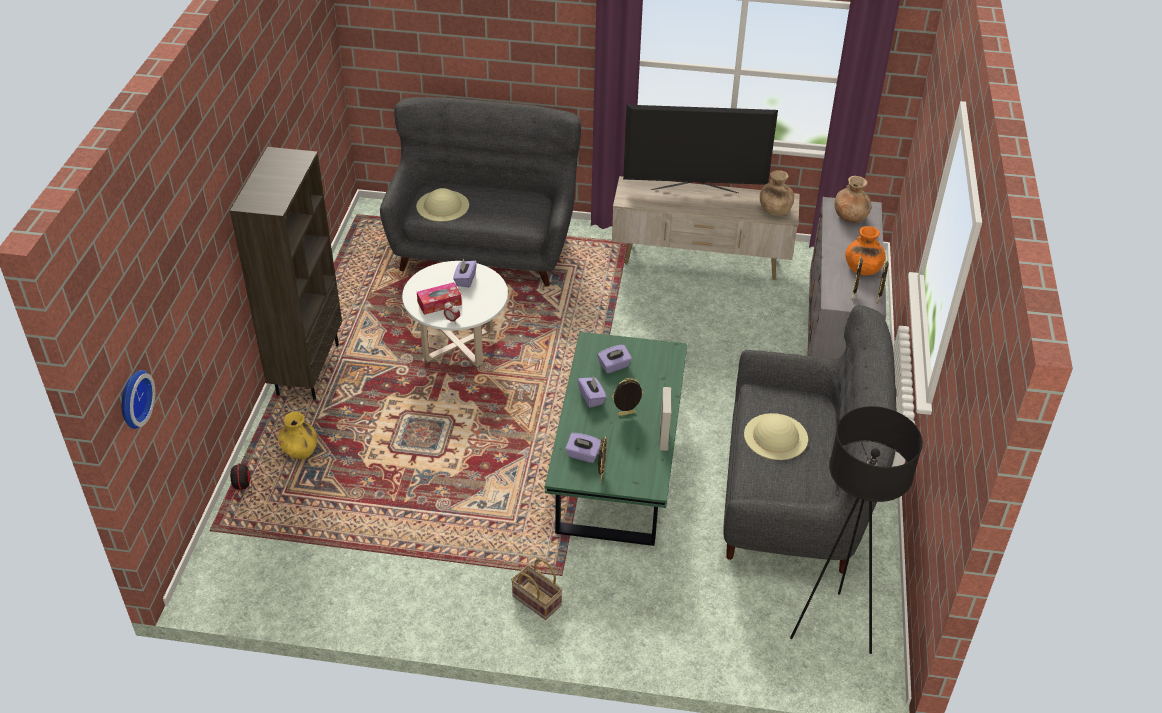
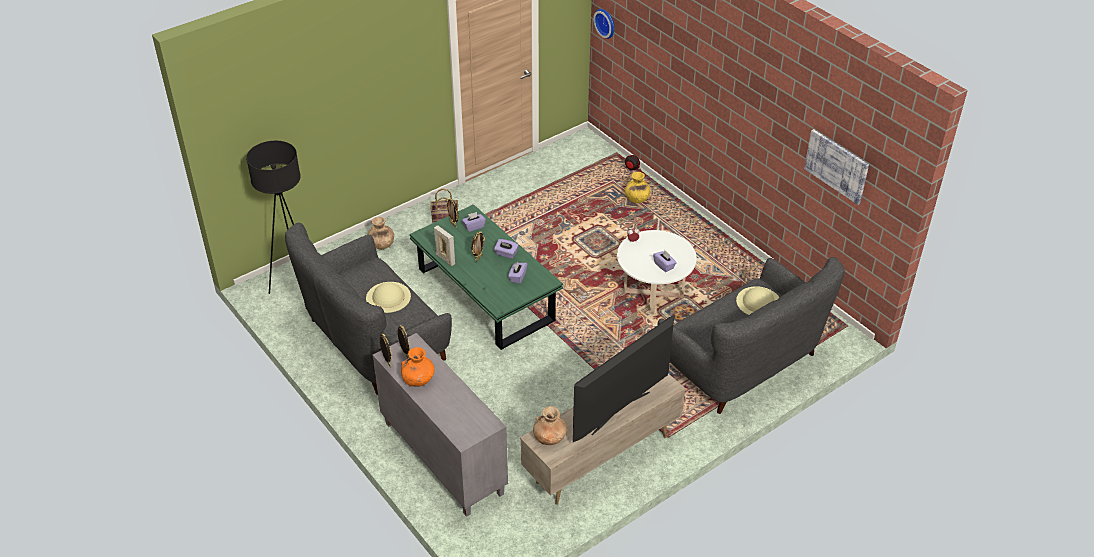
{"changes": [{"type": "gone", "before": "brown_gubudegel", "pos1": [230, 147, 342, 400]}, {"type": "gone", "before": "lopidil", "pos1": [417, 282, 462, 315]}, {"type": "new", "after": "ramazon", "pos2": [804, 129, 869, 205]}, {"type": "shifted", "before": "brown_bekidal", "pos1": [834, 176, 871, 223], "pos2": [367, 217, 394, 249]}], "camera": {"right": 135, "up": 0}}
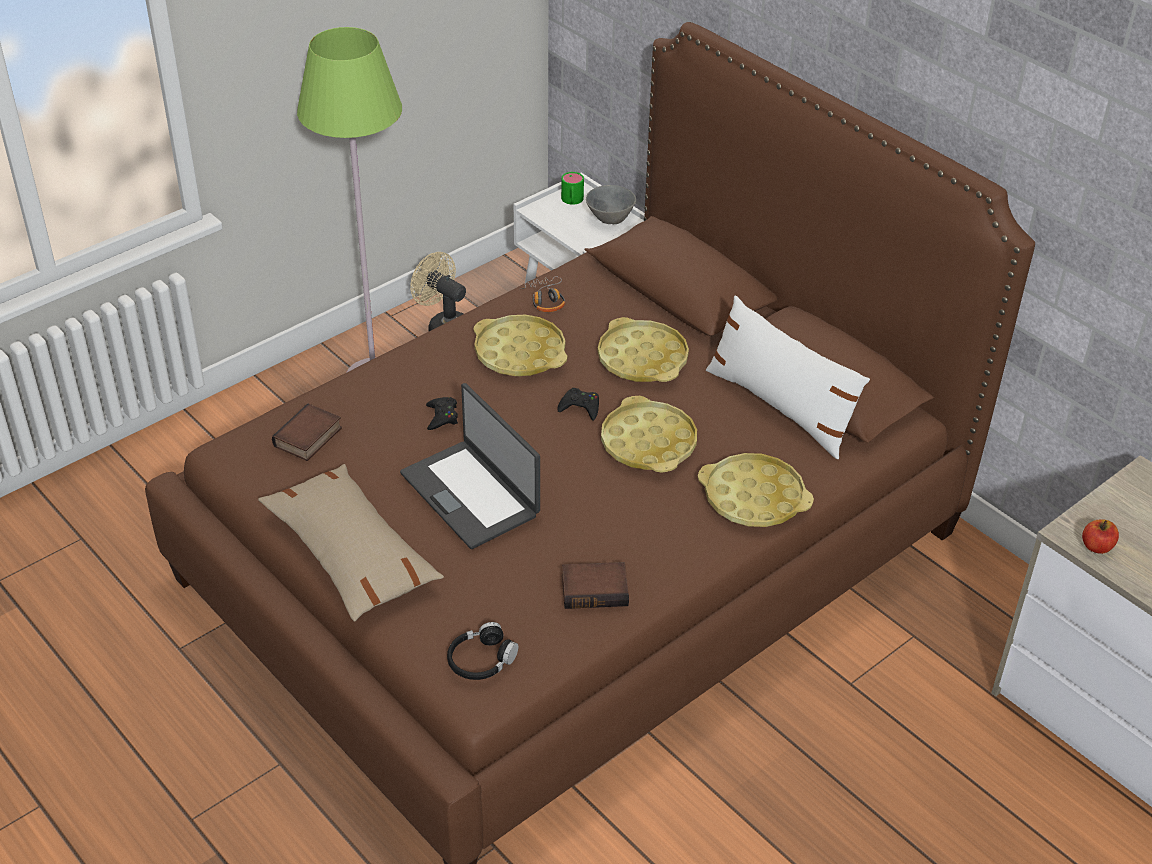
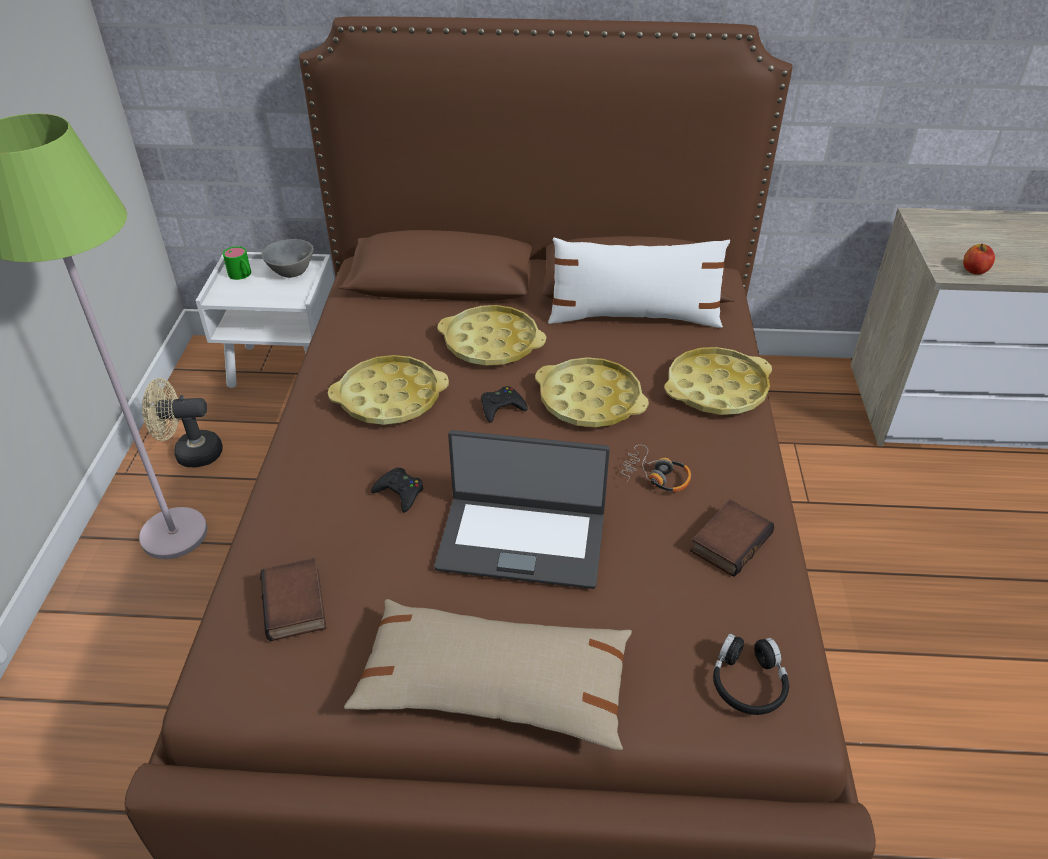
{"changes": [{"type": "shifted", "before": "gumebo", "pos1": [520, 276, 565, 312], "pos2": [621, 445, 691, 492]}], "camera": {"right": -45, "up": 0}}
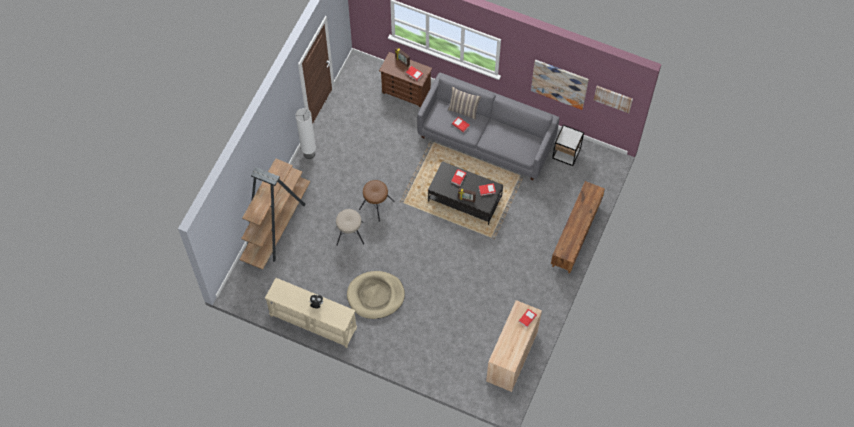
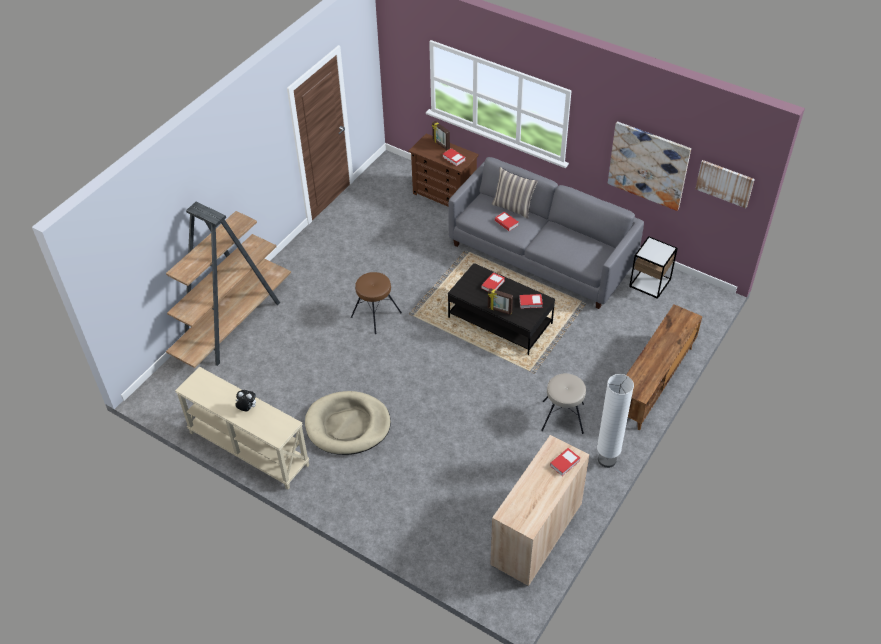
{"changes": [{"type": "shifted", "before": "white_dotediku", "pos1": [295, 108, 316, 159], "pos2": [597, 374, 634, 468]}, {"type": "shifted", "before": "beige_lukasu", "pos1": [336, 209, 364, 246], "pos2": [541, 373, 586, 434]}], "camera": {"right": 10, "up": -15}}
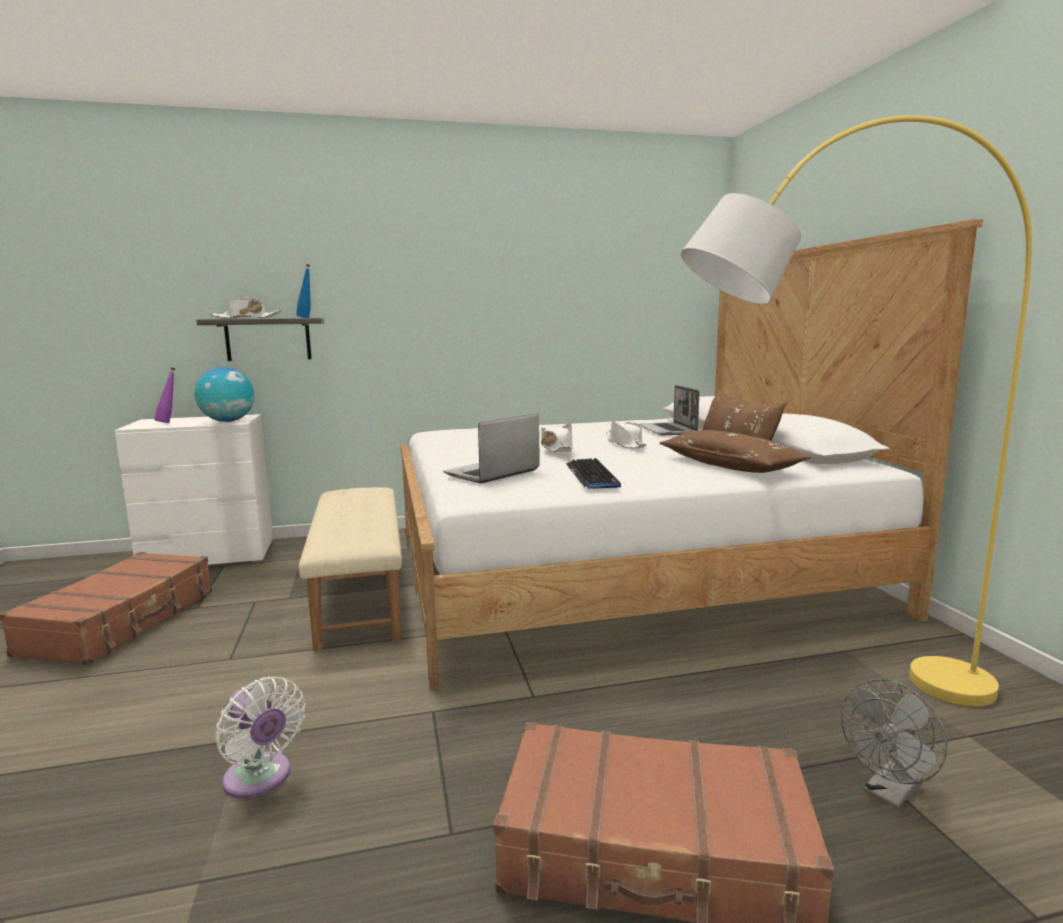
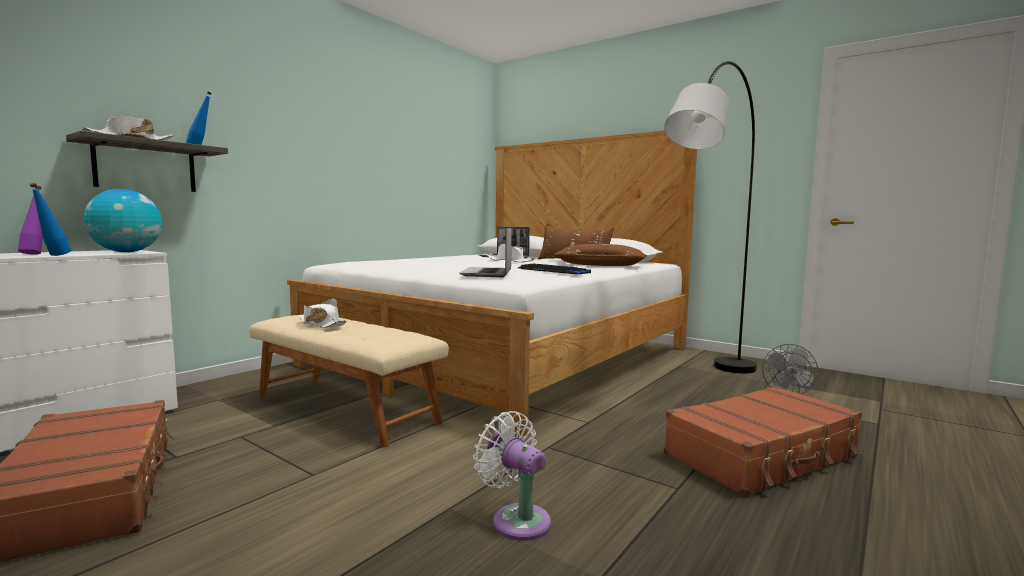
{"changes": [{"type": "new", "after": "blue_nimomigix", "pos2": [29, 183, 71, 256]}, {"type": "shifted", "before": "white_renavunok", "pos1": [541, 423, 573, 452], "pos2": [299, 299, 347, 328]}, {"type": "repainted", "before": "yellow_dotediku", "after": "grey_dotediku", "pos1": [681, 115, 1032, 706], "pos2": [664, 61, 757, 373]}, {"type": "rotated", "before": "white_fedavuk", "pos1": [215, 676, 306, 799], "pos2": [473, 411, 551, 541], "turn": -135}], "camera": {"right": -40, "up": -5}}
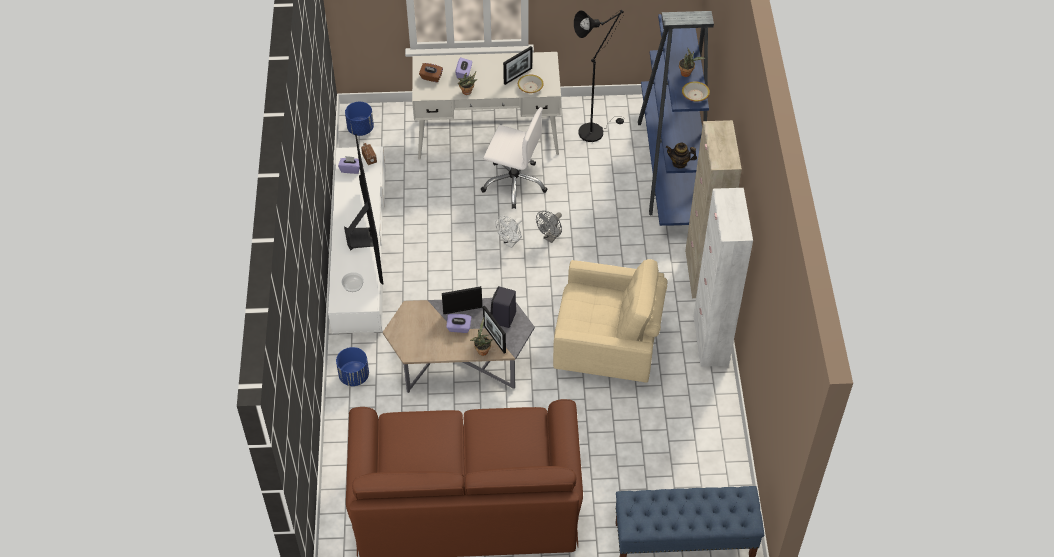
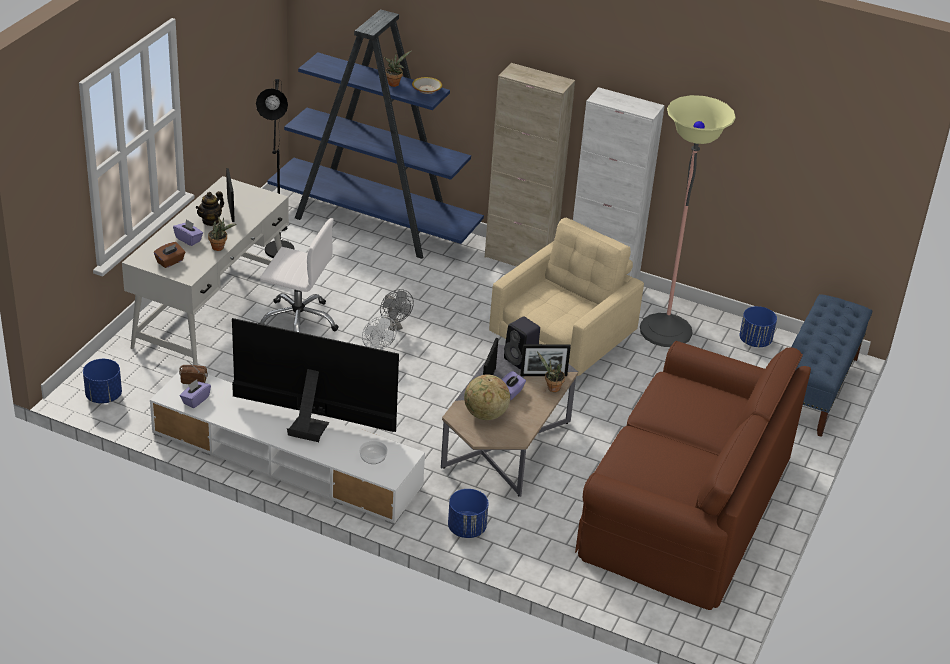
{"changes": [{"type": "gone", "before": "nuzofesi", "pos1": [518, 74, 544, 93]}, {"type": "new", "after": "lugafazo", "pos2": [464, 374, 510, 420]}, {"type": "new", "after": "dotediku", "pos2": [640, 95, 736, 347]}, {"type": "new", "after": "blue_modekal", "pos2": [740, 306, 777, 347]}, {"type": "shifted", "before": "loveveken", "pos1": [666, 142, 697, 169], "pos2": [196, 191, 224, 226]}, {"type": "rotated", "before": "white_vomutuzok", "pos1": [481, 107, 547, 209], "pos2": [258, 218, 339, 332], "turn": 60}], "camera": {"right": -65, "up": -15}}
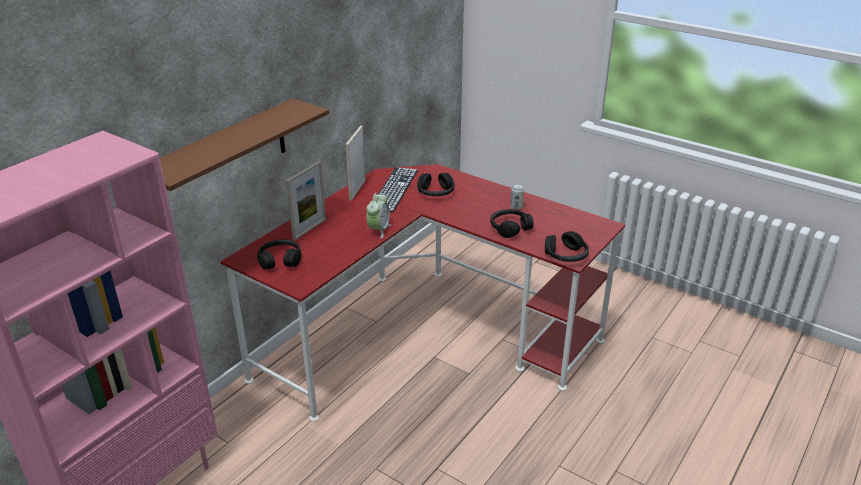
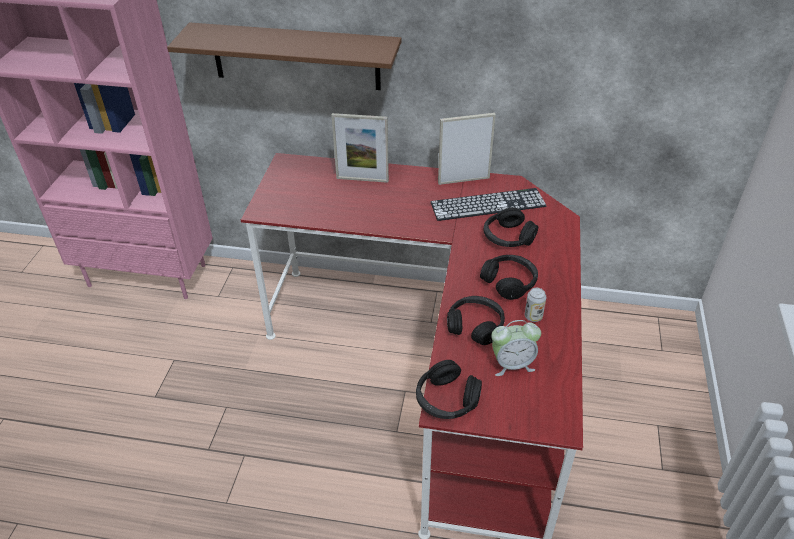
{"changes": [{"type": "shifted", "before": "black_gumebo", "pos1": [257, 239, 301, 269], "pos2": [480, 255, 538, 300]}, {"type": "shifted", "before": "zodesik", "pos1": [366, 193, 391, 239], "pos2": [491, 320, 541, 376]}], "camera": {"right": 65, "up": 10}}
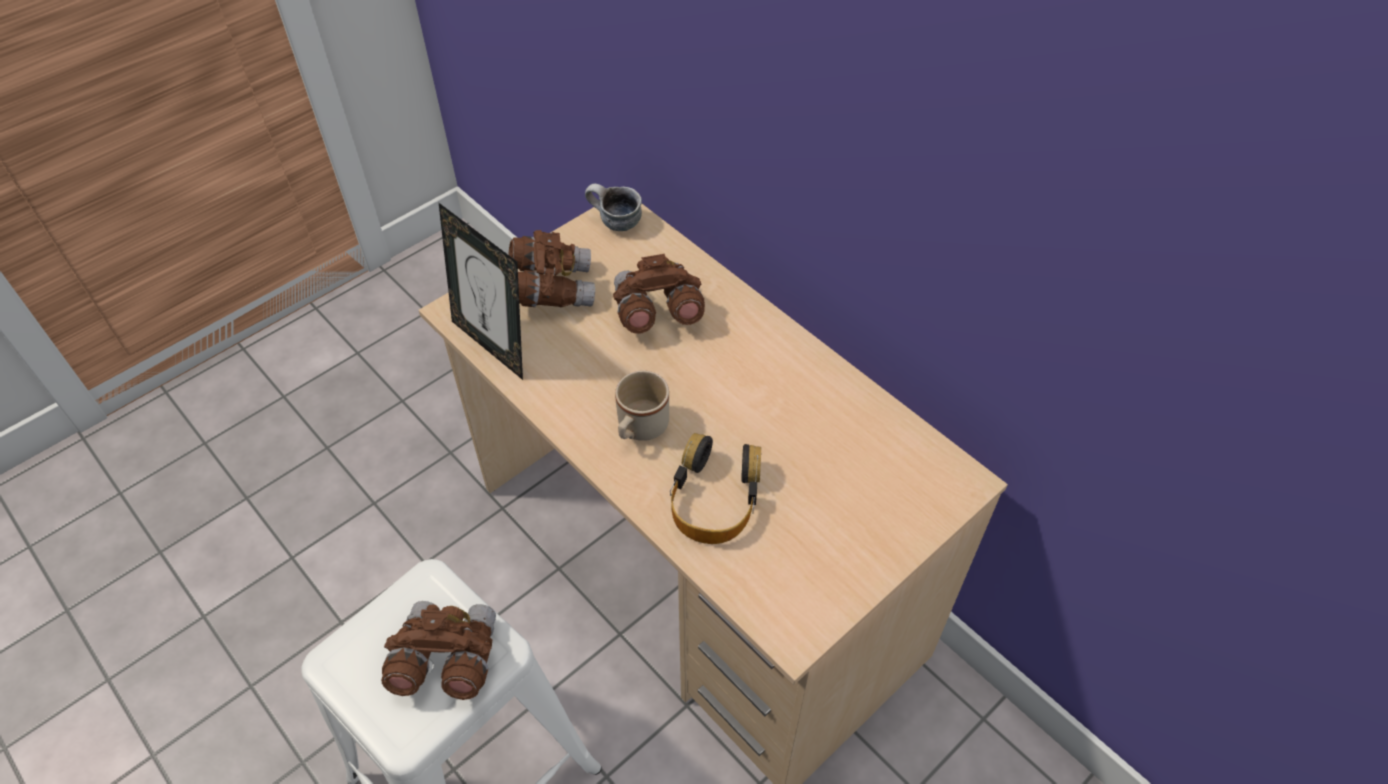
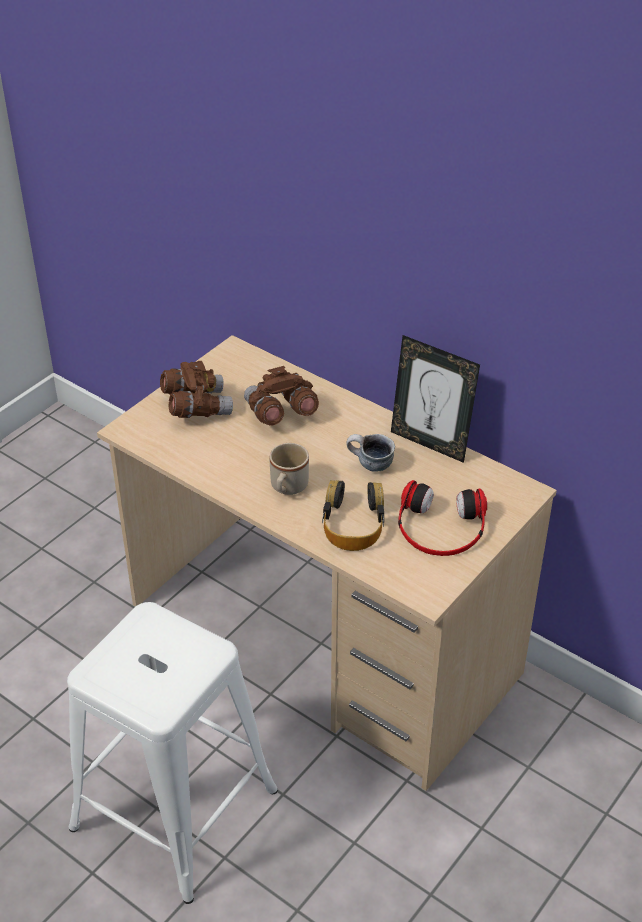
{"changes": [{"type": "gone", "before": "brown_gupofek", "pos1": [381, 601, 496, 700]}, {"type": "new", "after": "gumebo", "pos2": [398, 480, 487, 556]}, {"type": "shifted", "before": "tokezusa", "pos1": [439, 203, 523, 380], "pos2": [391, 335, 480, 463]}, {"type": "shifted", "before": "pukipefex", "pos1": [585, 184, 642, 231], "pos2": [346, 434, 395, 472]}], "camera": {"right": -10, "up": -10}}
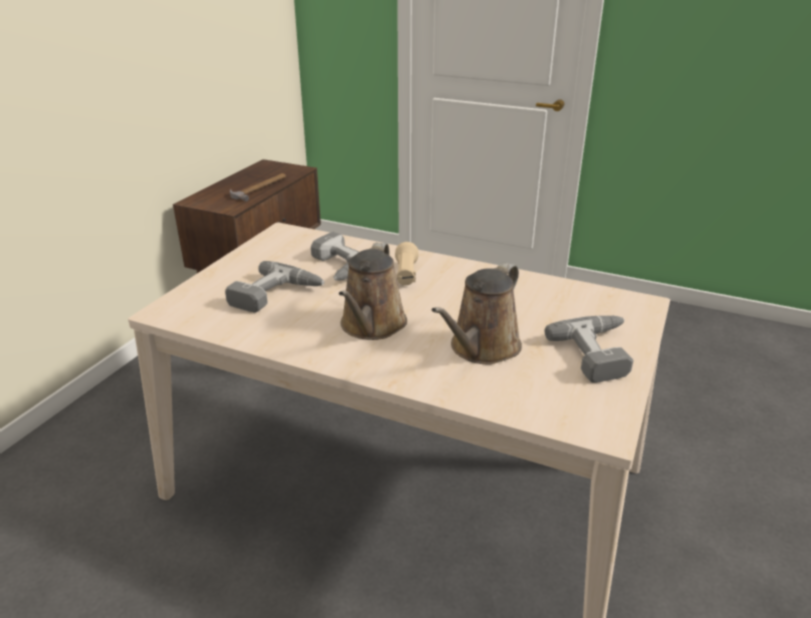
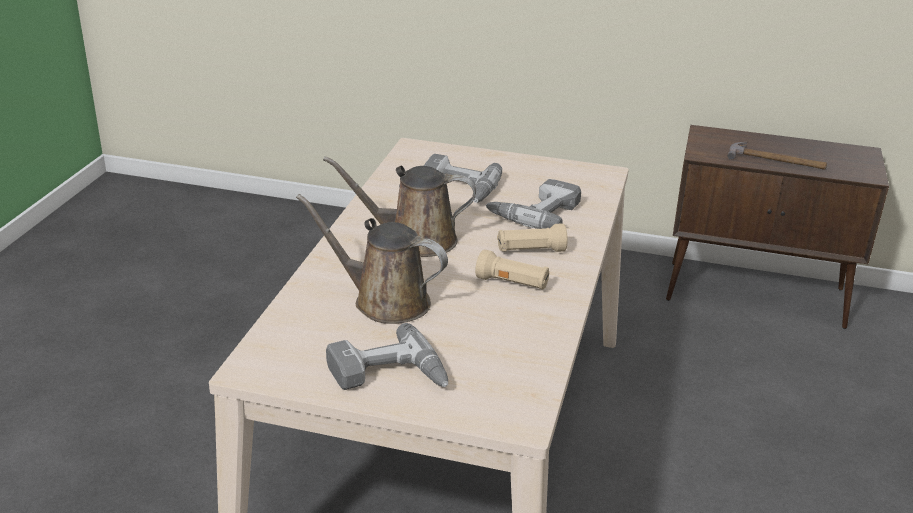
{"changes": [{"type": "new", "after": "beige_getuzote", "pos2": [475, 249, 549, 290]}], "camera": {"right": 80, "up": 0}}
